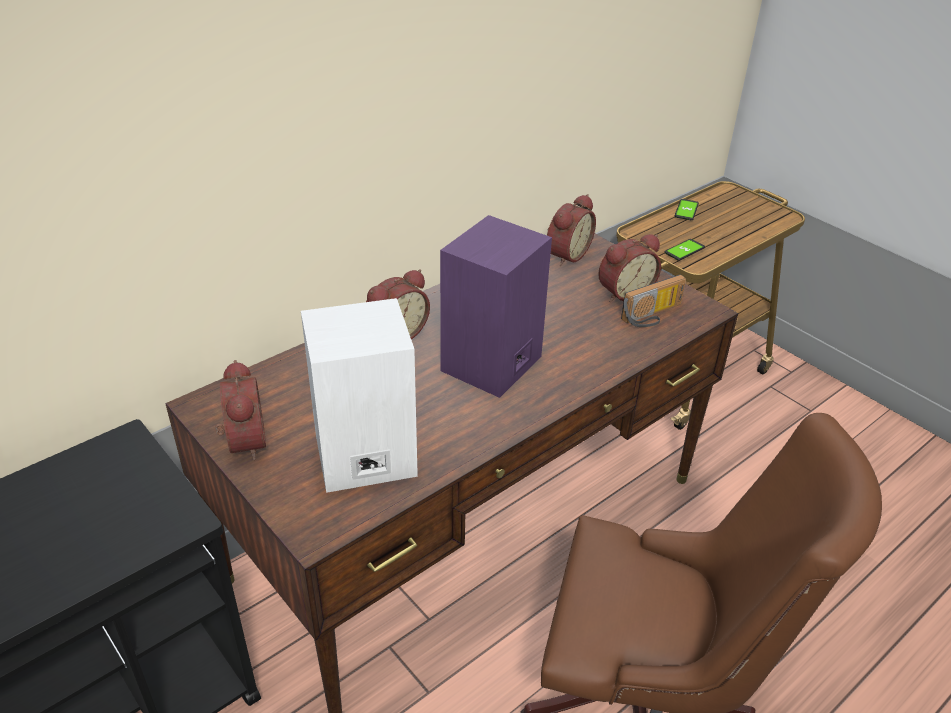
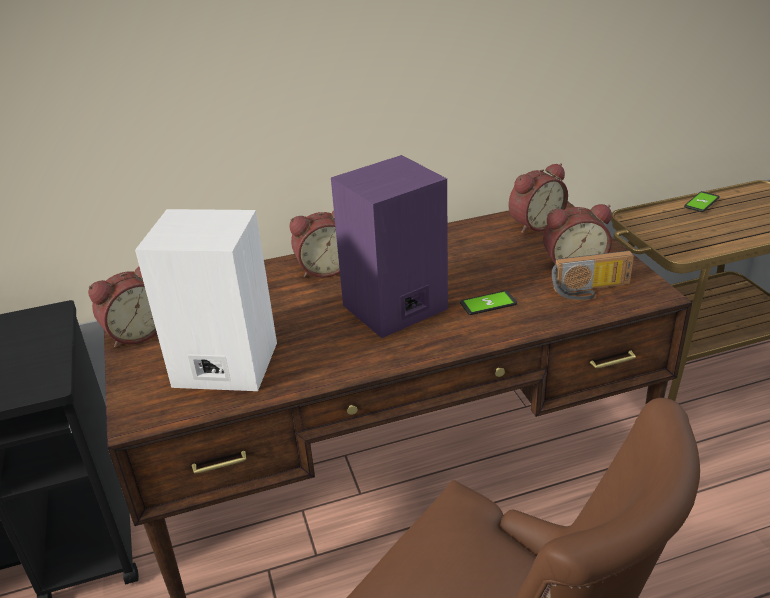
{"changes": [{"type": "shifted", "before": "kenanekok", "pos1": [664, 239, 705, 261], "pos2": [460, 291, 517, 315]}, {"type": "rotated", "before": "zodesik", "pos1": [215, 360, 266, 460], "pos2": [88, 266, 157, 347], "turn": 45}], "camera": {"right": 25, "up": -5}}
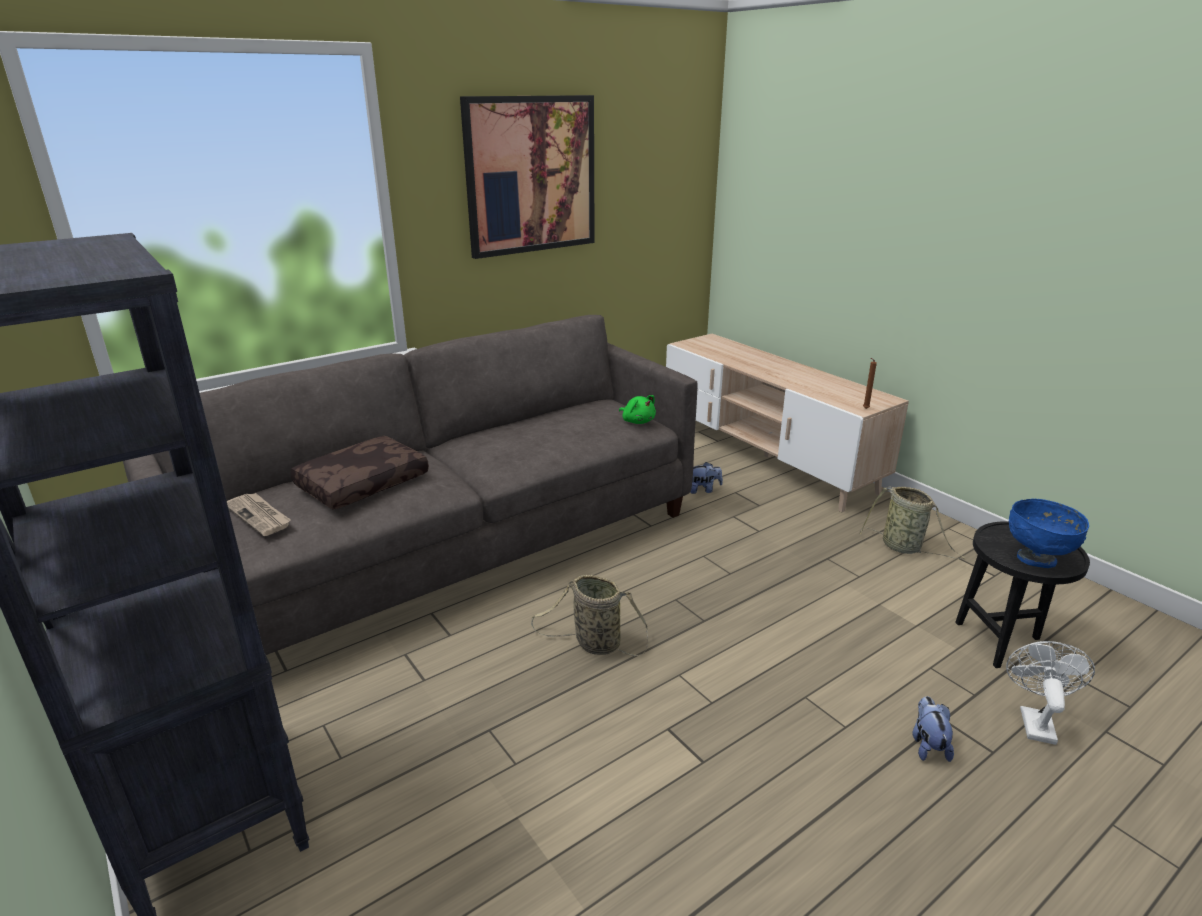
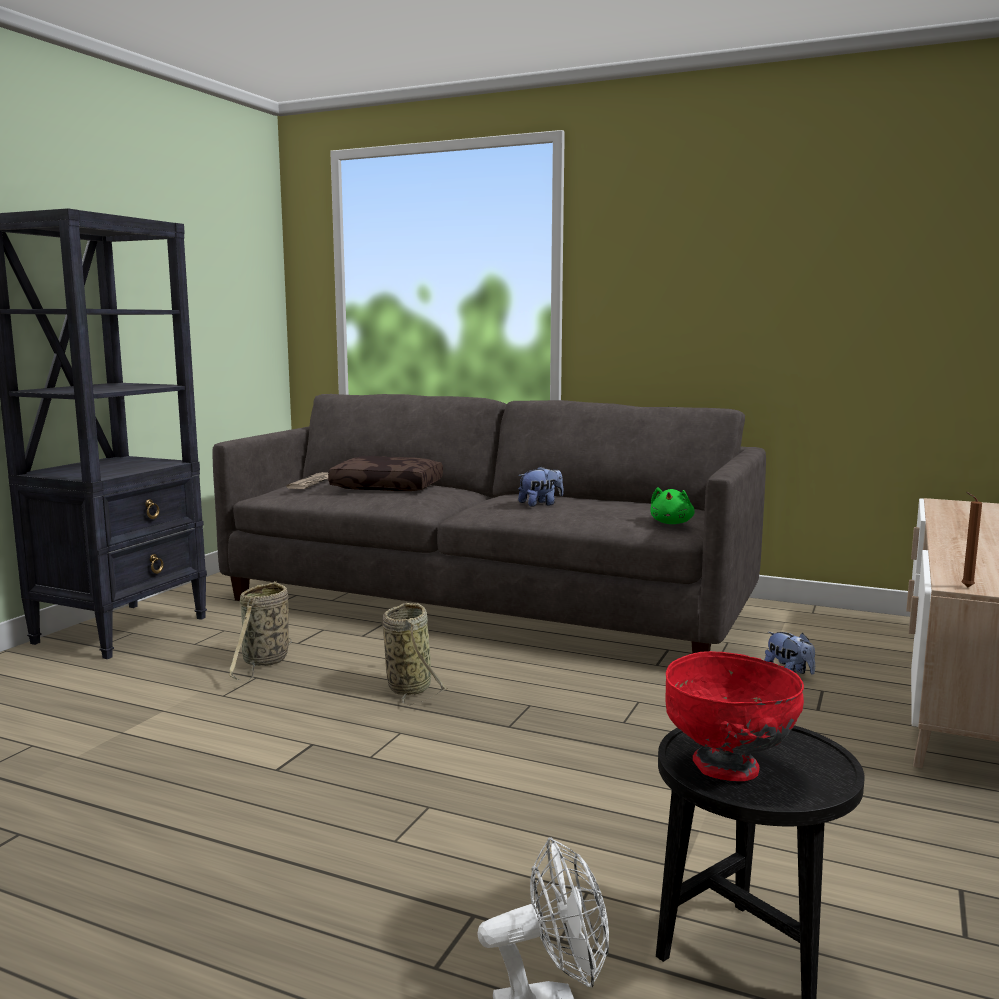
{"changes": [{"type": "gone", "before": "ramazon", "pos1": [460, 95, 595, 259]}, {"type": "shifted", "before": "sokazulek", "pos1": [860, 486, 965, 560], "pos2": [229, 581, 292, 681]}, {"type": "shifted", "before": "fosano", "pos1": [912, 696, 954, 762], "pos2": [518, 466, 563, 507]}, {"type": "repainted", "before": "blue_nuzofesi", "after": "red_nuzofesi", "pos1": [1009, 499, 1089, 568], "pos2": [666, 651, 804, 781]}], "camera": {"right": 60, "up": -15}}
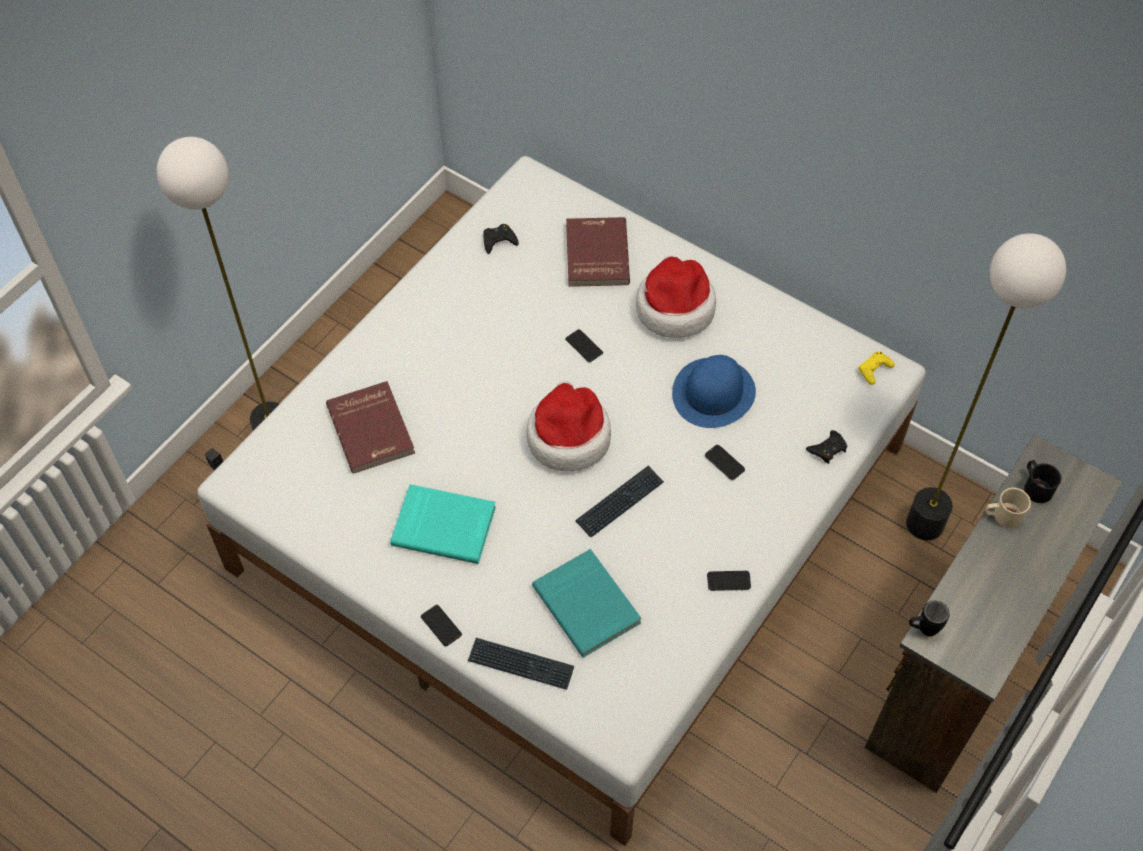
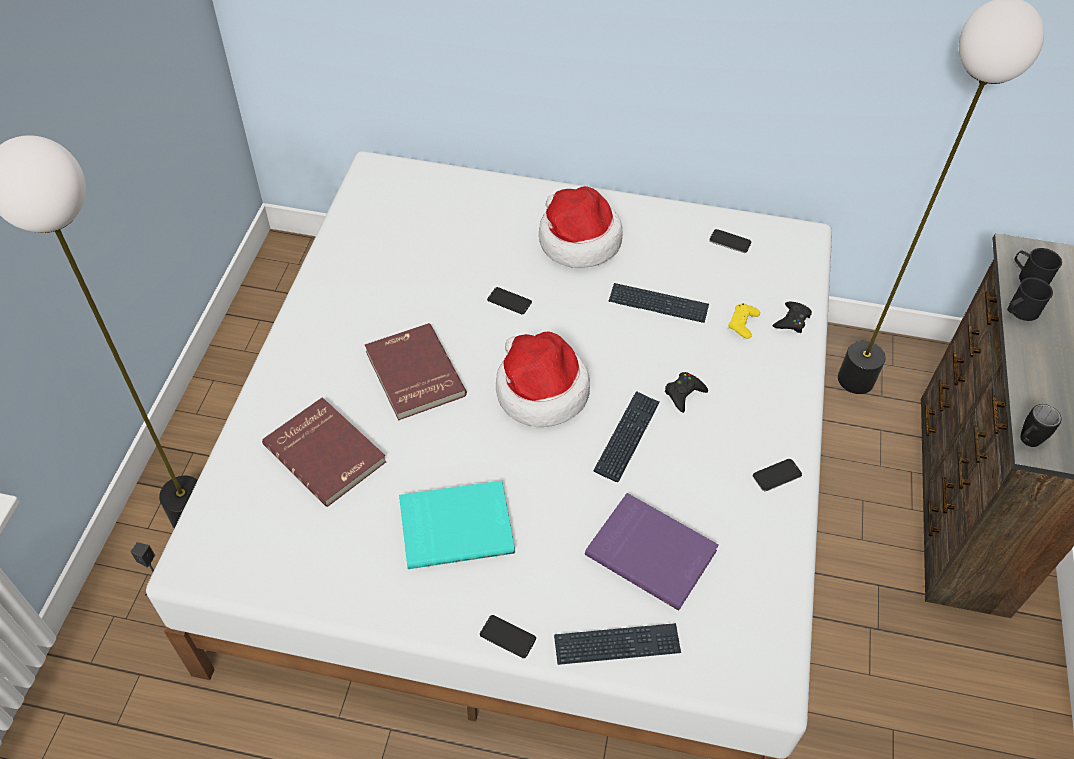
{"changes": [{"type": "shifted", "before": "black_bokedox", "pos1": [484, 224, 519, 254], "pos2": [665, 372, 708, 413]}, {"type": "shifted", "before": "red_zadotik", "pos1": [566, 217, 630, 287], "pos2": [365, 323, 467, 420]}, {"type": "shifted", "before": "kenanekok", "pos1": [705, 445, 745, 480], "pos2": [709, 229, 751, 253]}, {"type": "shifted", "before": "yellow_bokedox", "pos1": [859, 351, 895, 385], "pos2": [728, 303, 760, 339]}, {"type": "swapped", "before": "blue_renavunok", "after": "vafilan", "pos1": [672, 355, 756, 428], "pos2": [609, 283, 709, 323]}, {"type": "repainted", "before": "turquoise_zadotik", "after": "purple_zadotik", "pos1": [532, 549, 642, 658], "pos2": [585, 493, 719, 611]}, {"type": "repainted", "before": "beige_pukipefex", "after": "black_pukipefex", "pos1": [985, 488, 1031, 528], "pos2": [1007, 277, 1053, 321]}], "camera": {"right": -25, "up": -5}}
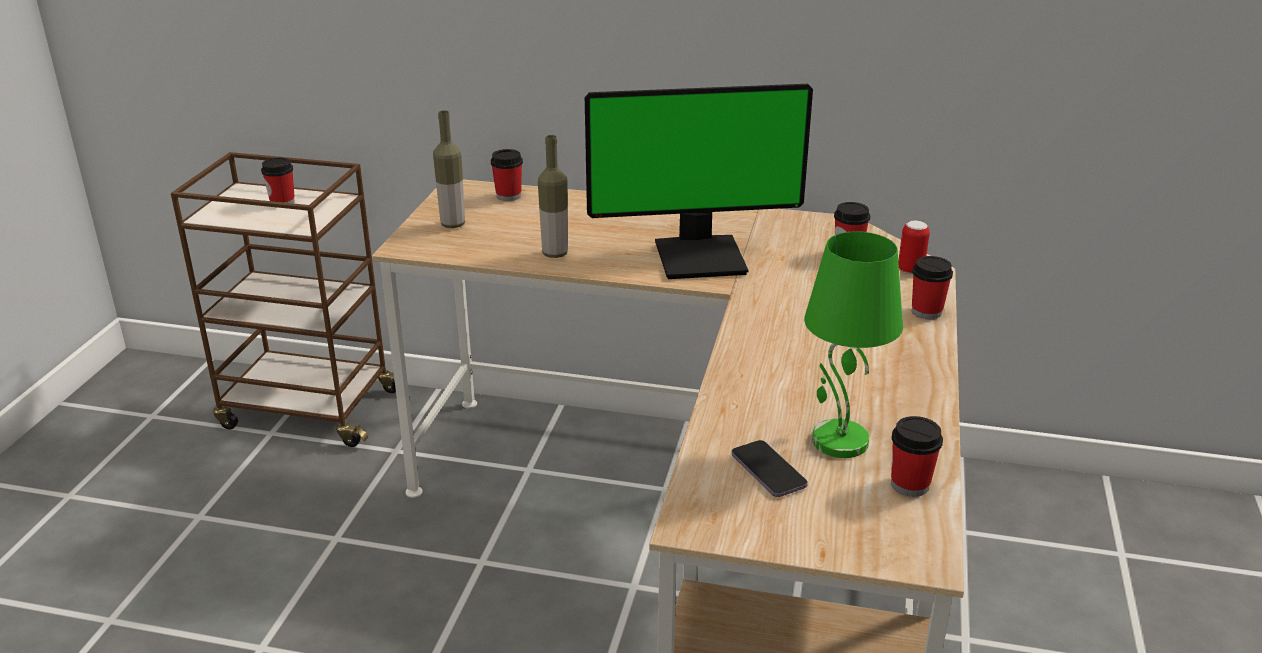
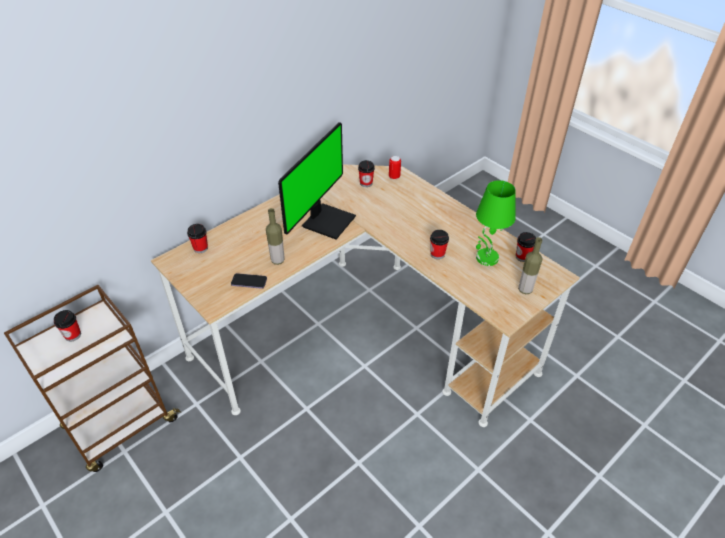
{"changes": [{"type": "shifted", "before": "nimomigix", "pos1": [433, 110, 465, 228], "pos2": [518, 237, 543, 294]}, {"type": "shifted", "before": "kenanekok", "pos1": [731, 440, 808, 497], "pos2": [231, 273, 267, 289]}, {"type": "shifted", "before": "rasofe", "pos1": [912, 256, 953, 319], "pos2": [430, 230, 449, 259]}], "camera": {"right": -55, "up": 15}}
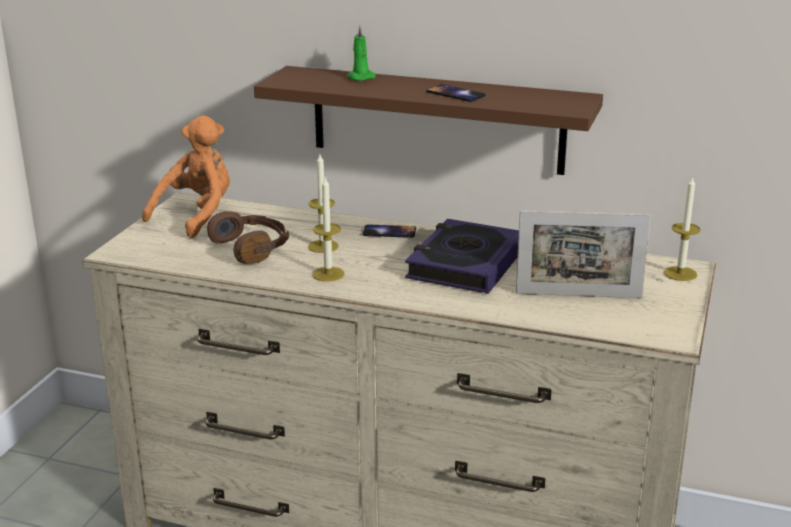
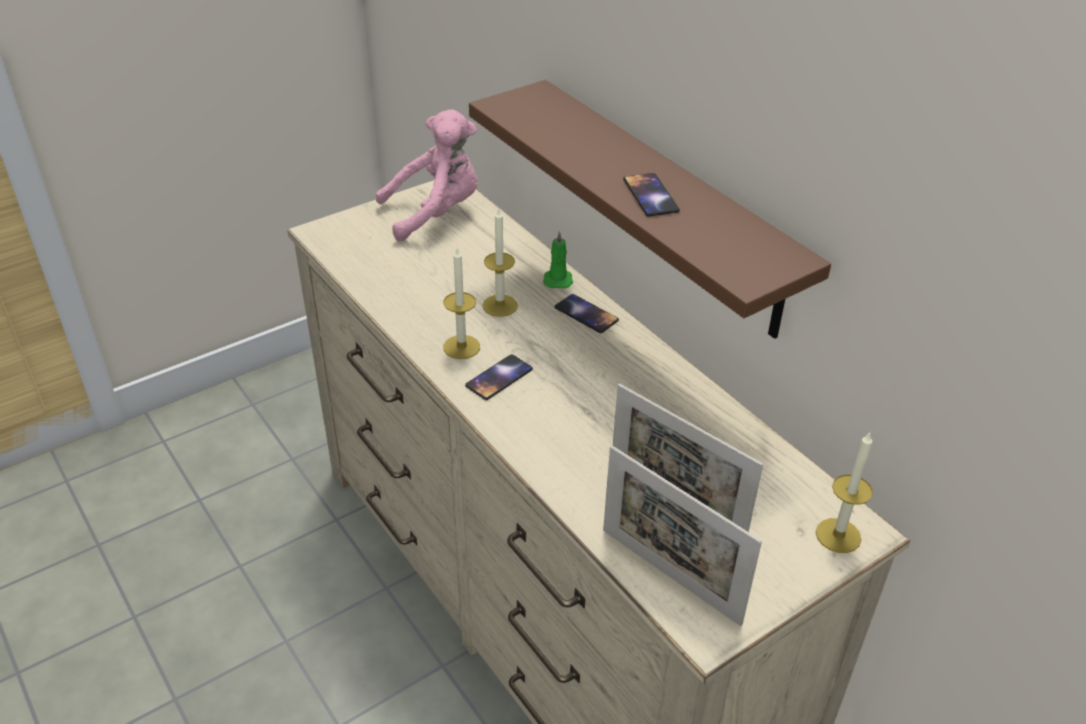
{"changes": [{"type": "gone", "before": "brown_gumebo", "pos1": [207, 211, 289, 264]}, {"type": "gone", "before": "zadotik", "pos1": [405, 219, 519, 294]}, {"type": "new", "after": "kenanekok", "pos2": [465, 354, 533, 400]}, {"type": "new", "after": "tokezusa", "pos2": [603, 446, 762, 626]}, {"type": "shifted", "before": "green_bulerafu", "pos1": [347, 26, 376, 81], "pos2": [543, 231, 573, 289]}, {"type": "repainted", "before": "orange_fosano", "after": "pink_fosano", "pos1": [142, 115, 230, 238], "pos2": [376, 109, 478, 241]}], "camera": {"right": 35, "up": 15}}
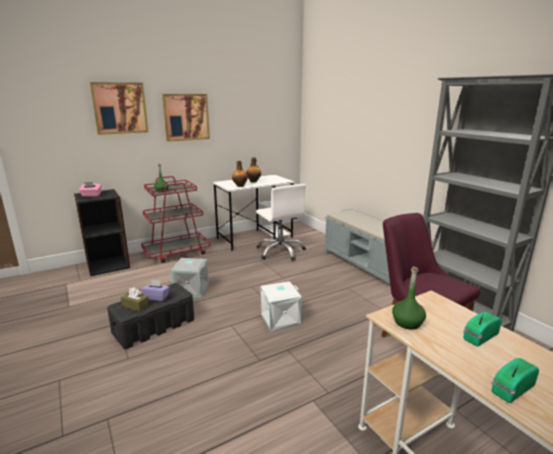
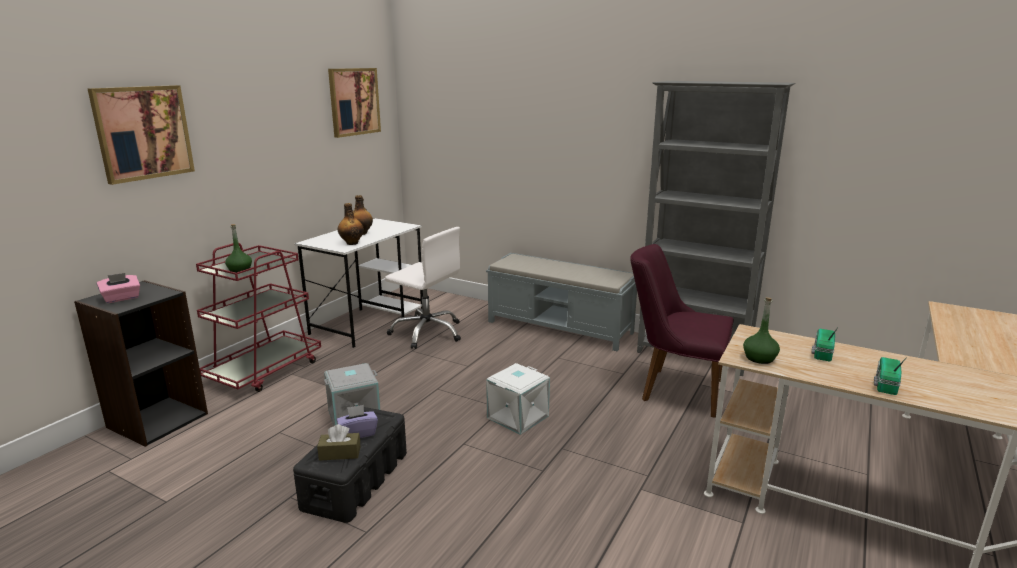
{"changes": [{"type": "shifted", "before": "ramazon", "pos1": [162, 94, 210, 142], "pos2": [328, 68, 381, 138]}], "camera": {"right": -30, "up": 0}}
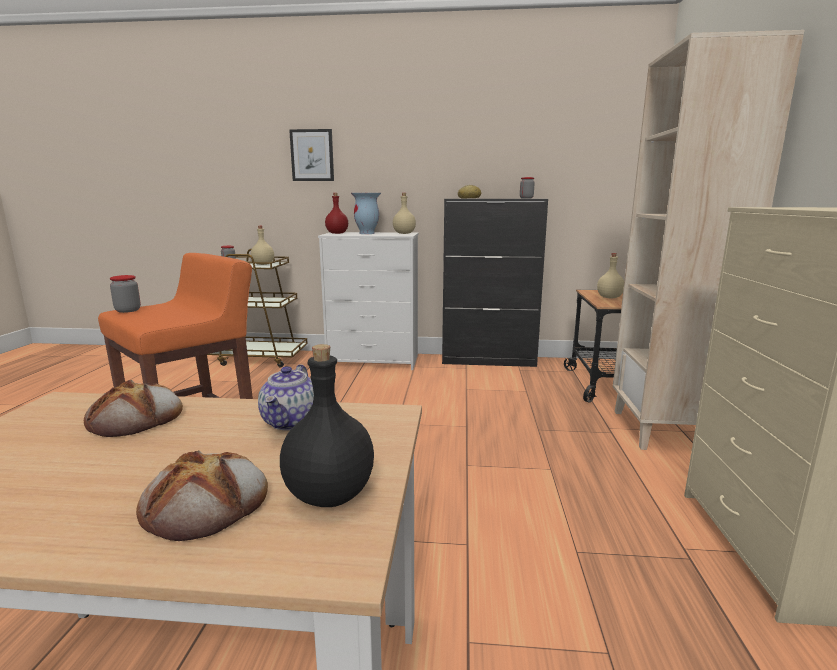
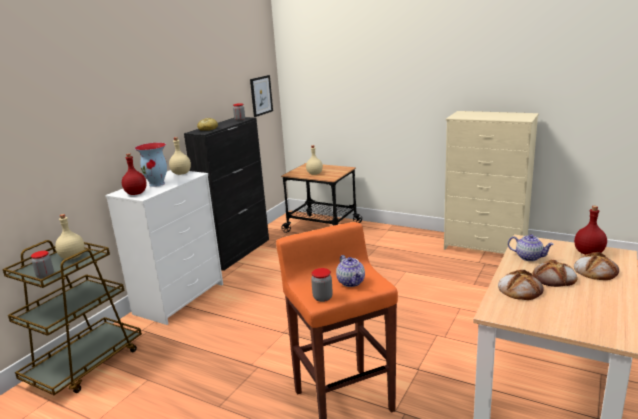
{"changes": [{"type": "gone", "before": "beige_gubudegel", "pos1": [613, 30, 805, 450]}, {"type": "new", "after": "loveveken", "pos2": [336, 255, 365, 287]}, {"type": "new", "after": "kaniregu", "pos2": [533, 260, 578, 287]}, {"type": "shifted", "before": "ramazon", "pos1": [289, 129, 334, 181], "pos2": [250, 75, 273, 117]}, {"type": "repainted", "before": "black_nimomigix", "after": "red_nimomigix", "pos1": [280, 344, 374, 507], "pos2": [574, 206, 607, 255]}], "camera": {"right": -65, "up": 5}}
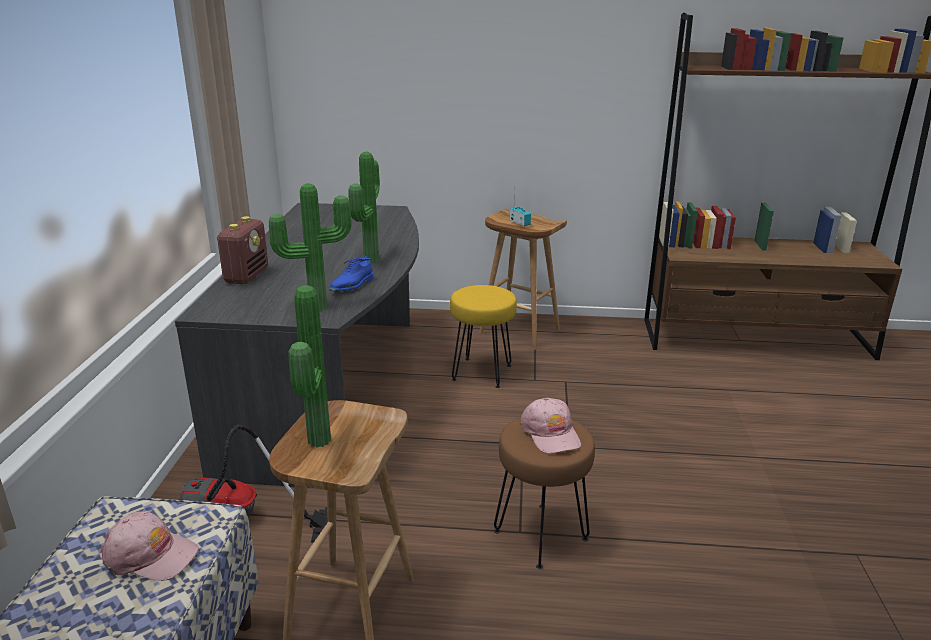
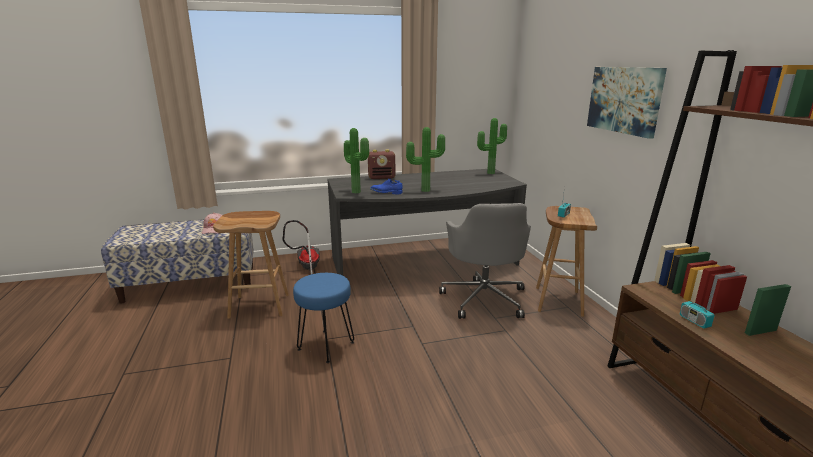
{"changes": [{"type": "gone", "before": "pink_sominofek", "pos1": [520, 398, 581, 454]}, {"type": "new", "after": "ramazon", "pos2": [587, 67, 667, 139]}, {"type": "new", "after": "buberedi", "pos2": [680, 286, 715, 329]}, {"type": "shifted", "before": "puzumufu", "pos1": [288, 285, 331, 448], "pos2": [477, 118, 507, 174]}, {"type": "swapped", "before": "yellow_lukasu", "after": "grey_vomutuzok", "pos1": [450, 285, 517, 388], "pos2": [439, 203, 531, 319]}, {"type": "repainted", "before": "brown_lukasu", "after": "blue_lukasu", "pos1": [494, 417, 595, 569], "pos2": [293, 273, 354, 363]}], "camera": {"right": 70, "up": -5}}
